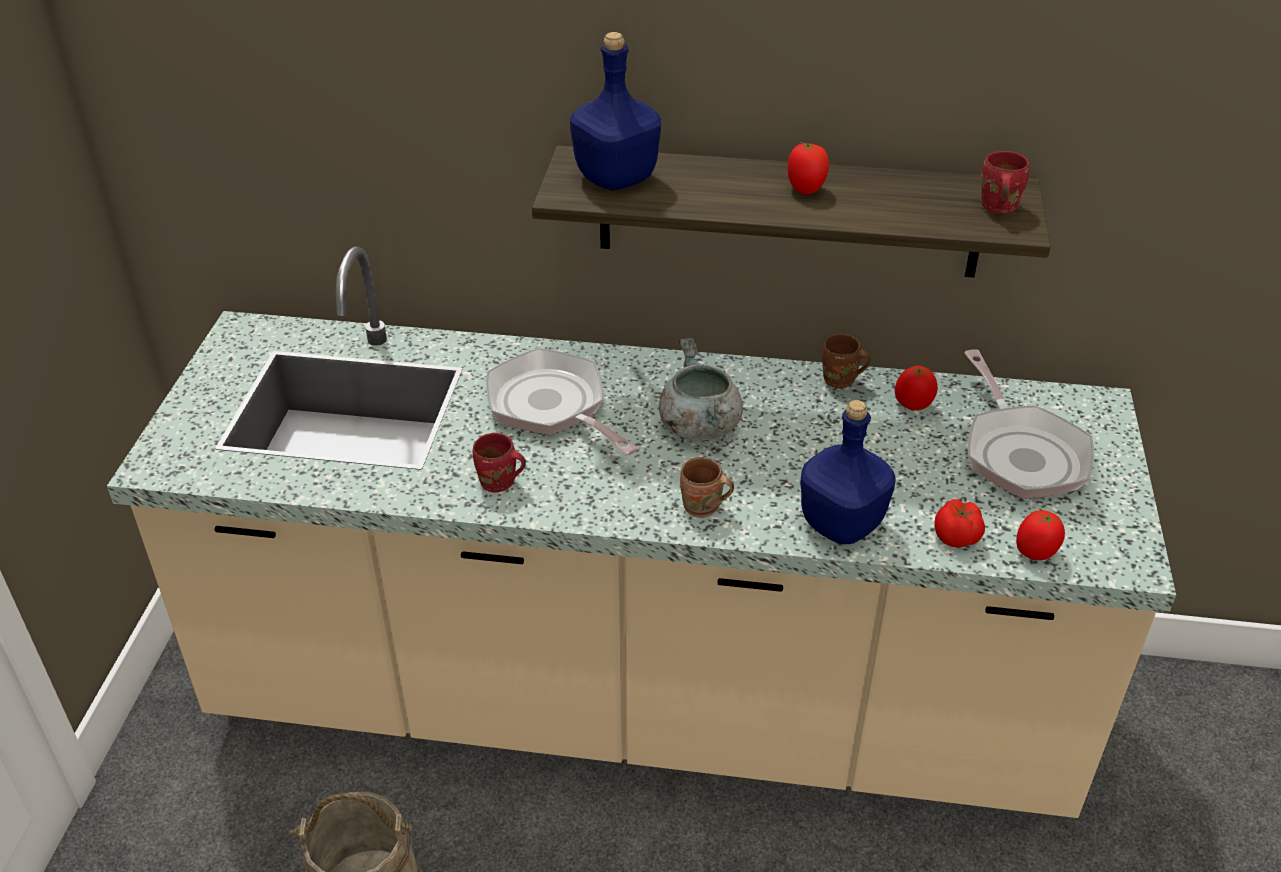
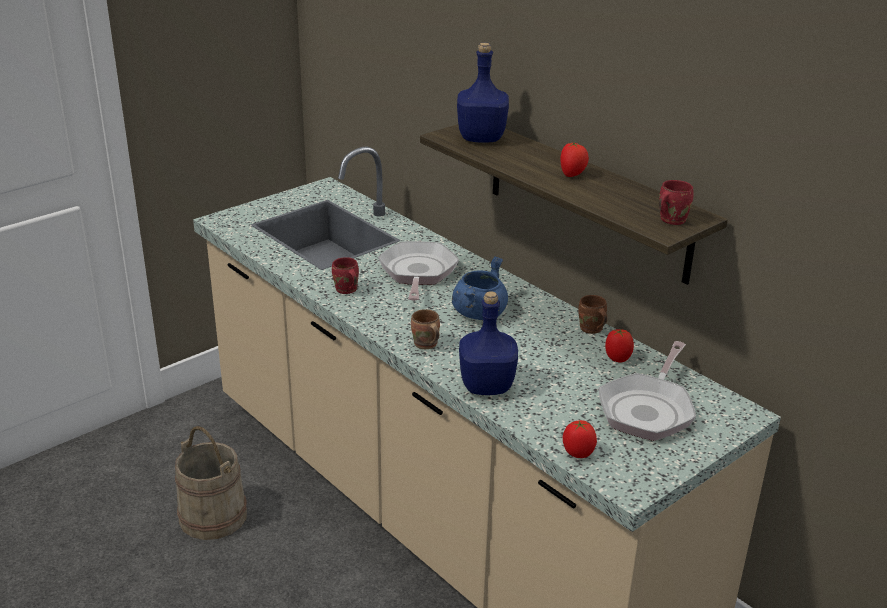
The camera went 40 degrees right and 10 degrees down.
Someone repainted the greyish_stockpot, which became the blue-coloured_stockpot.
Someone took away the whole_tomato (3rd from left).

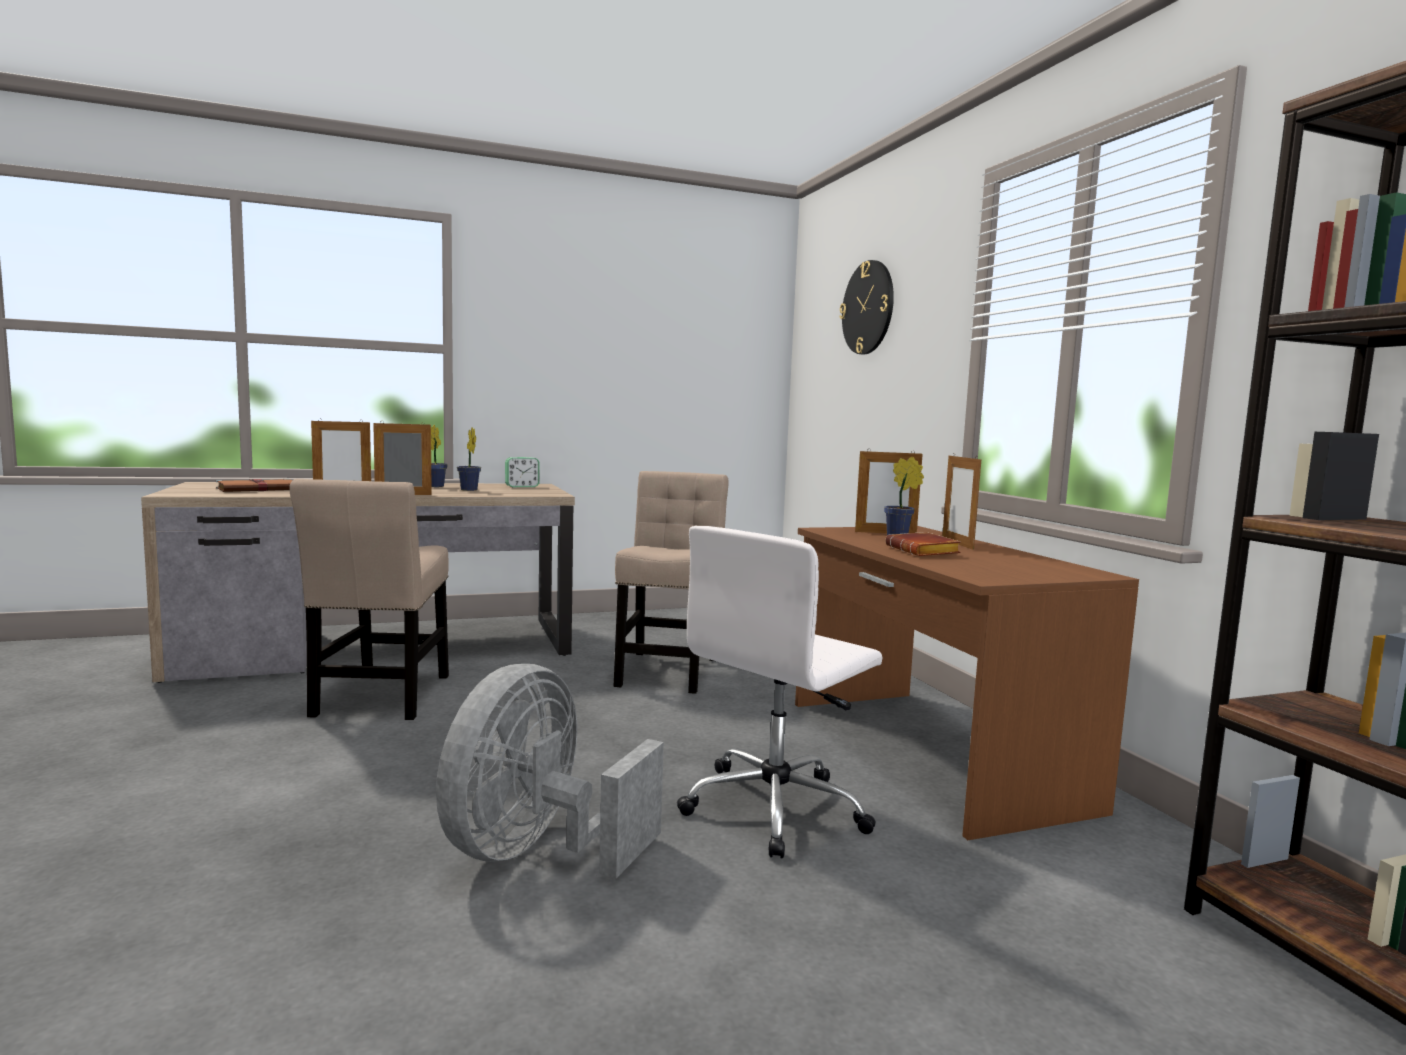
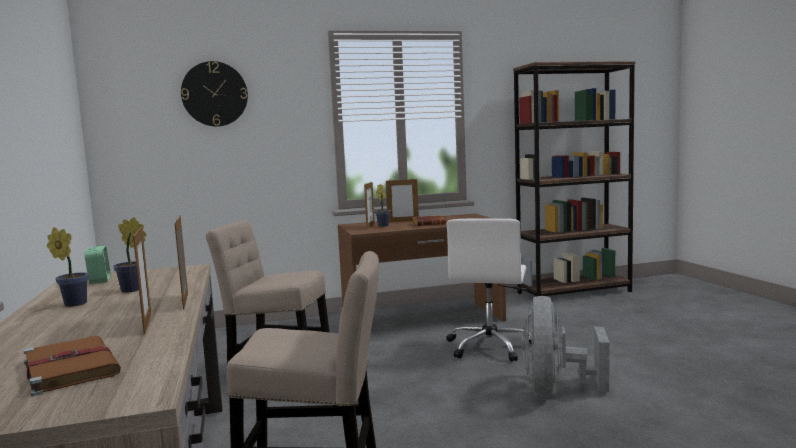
The camera went 85 degrees left and 0 degrees up.
Someone rotated the greyish_fan by 75 degrees clockwise.
Someone rotated the white_desk_chair by 60 degrees clockwise.

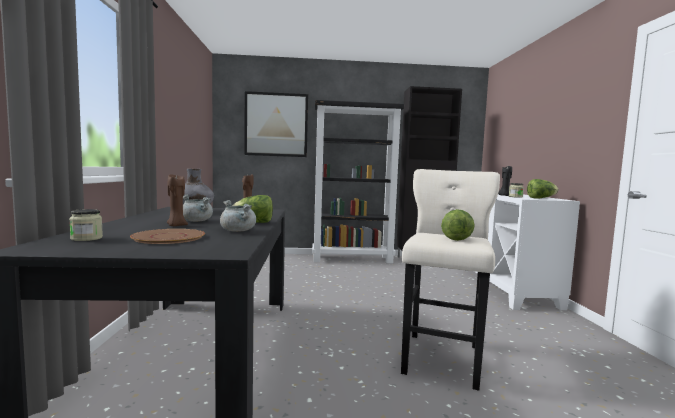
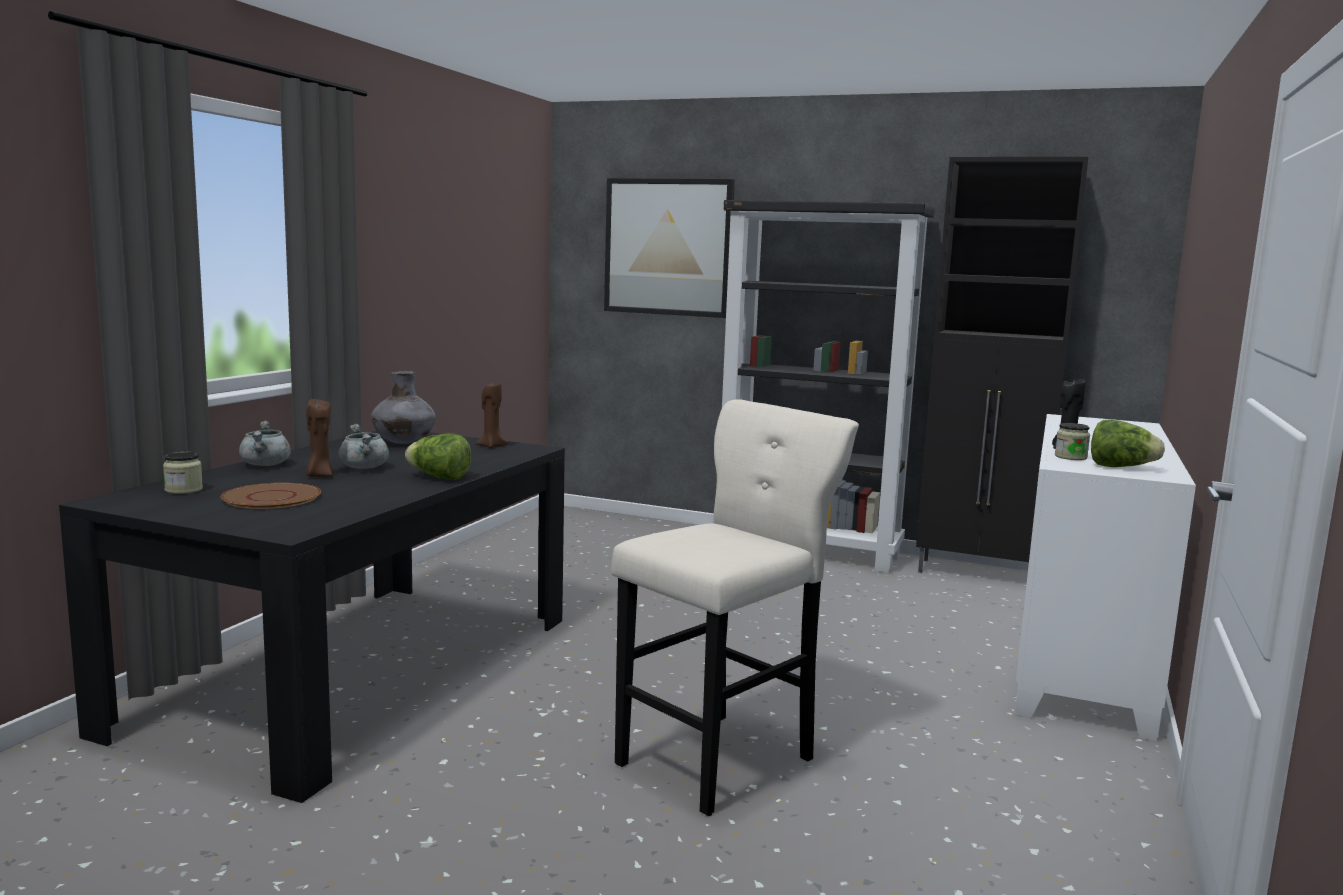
The camera went 25 degrees right and 5 degrees up.
Someone carried the greyish_stockpot (2nd from left in the first image).
Someone took away the lettuce (2nd from left).

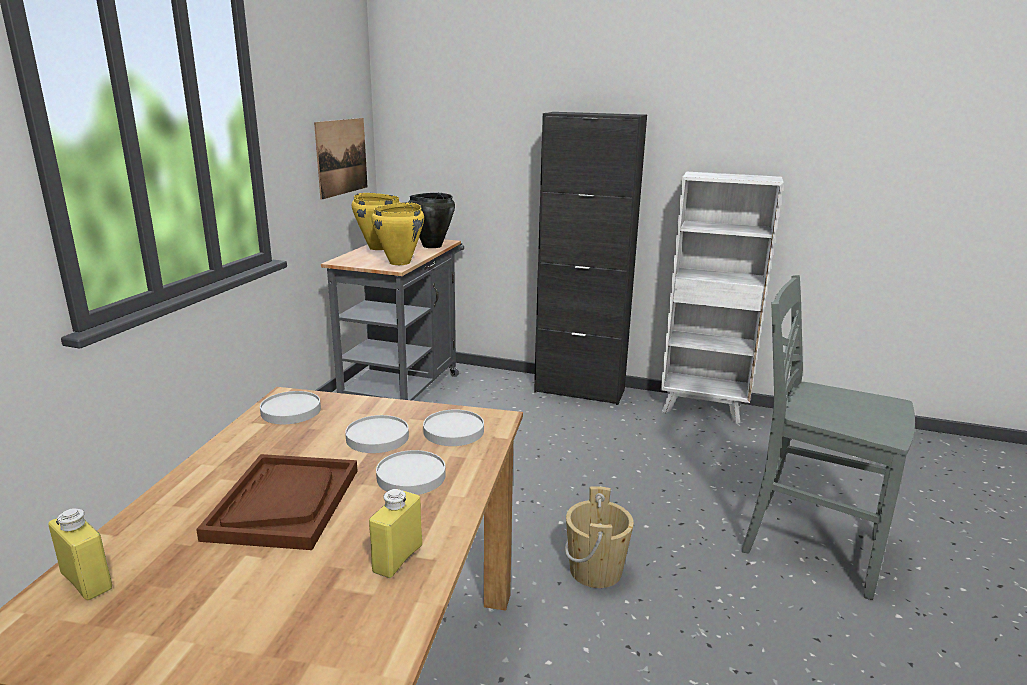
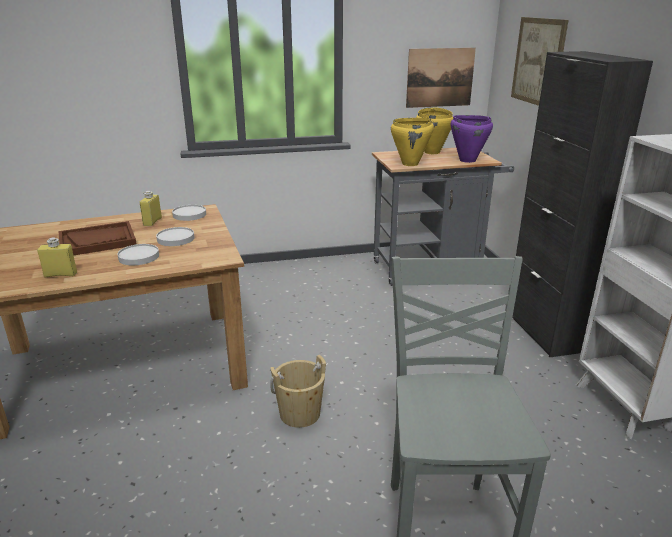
The camera went 60 degrees right and 5 degrees up.
Someone carried the yellow-coloured_drink_bottle (1st from left in the first image).
Someone repainted the blackish_stockpot, which became the purple_stockpot.
Someone took away the white_flat_dish (4th from left).
Someone put up the wall_art (2nd from left).

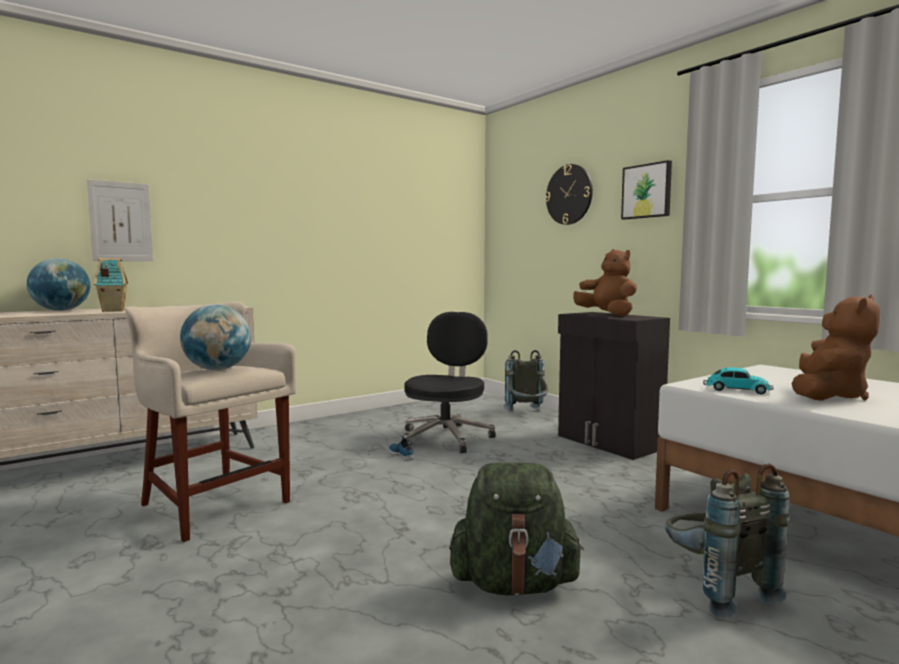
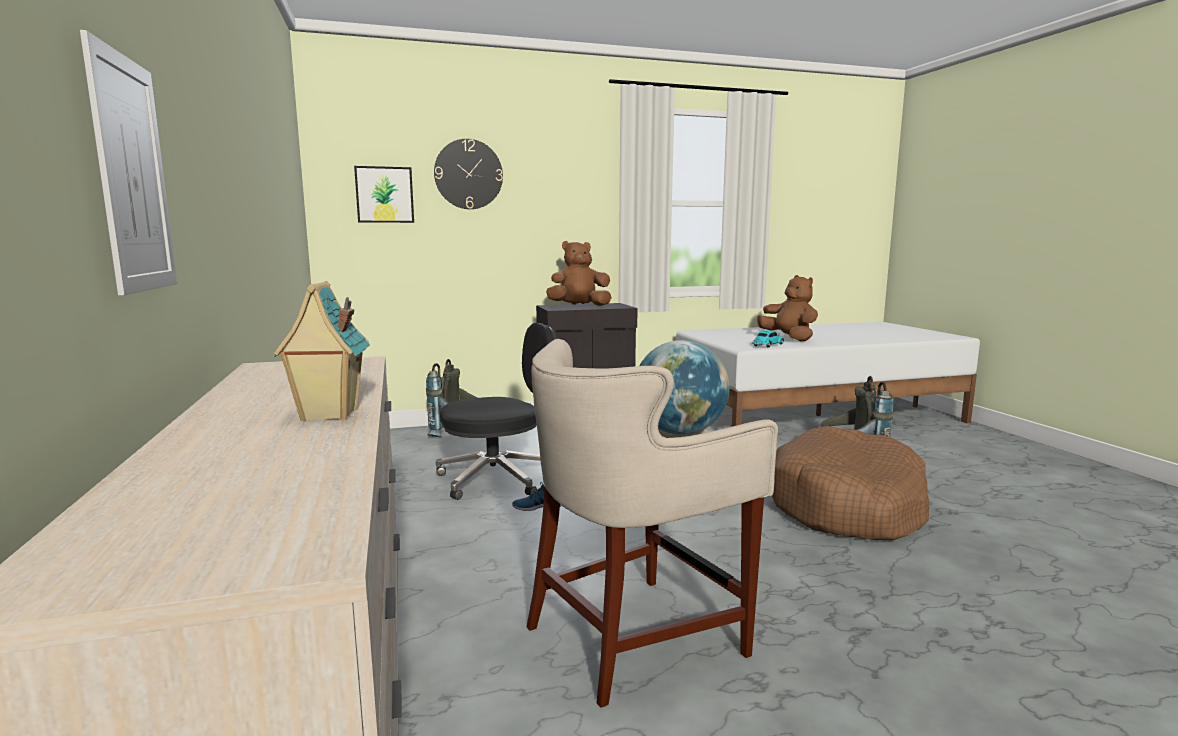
The camera went 70 degrees left and 5 degrees up.
Someone took away the desk_globe (1st from left).
Someone rotated the blackish_desk_chair by 120 degrees clockwise.
Someone swapped the green_backpack for the brown_pet_bed.
Someone carried the wall_art (2nd from left).

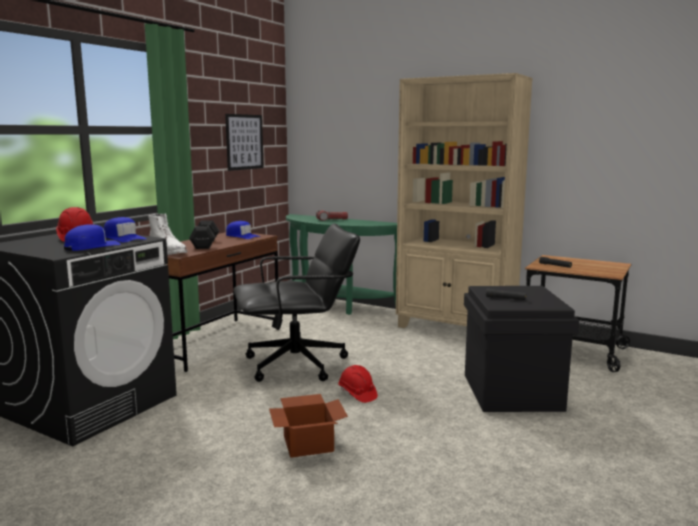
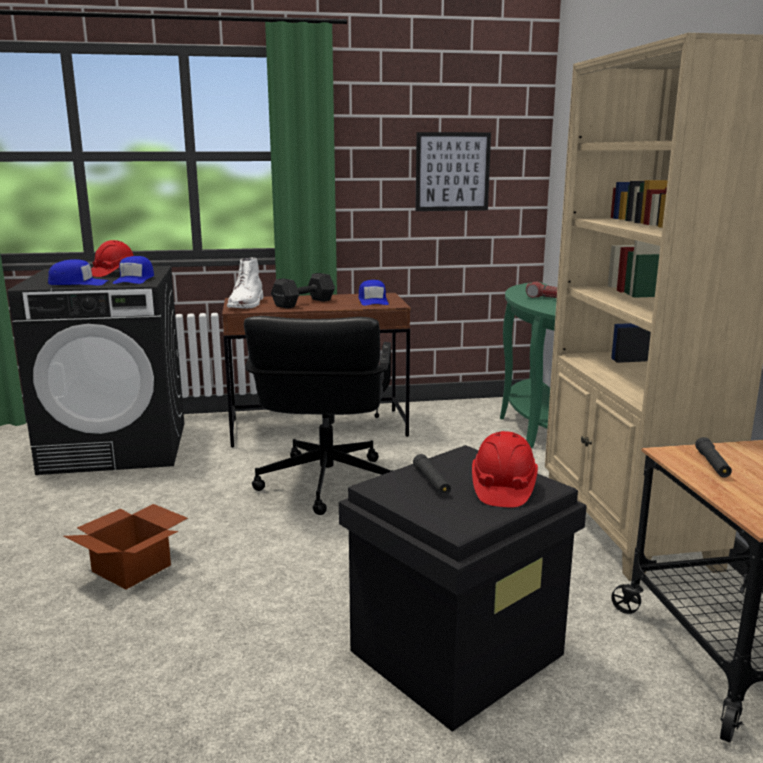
The camera went 50 degrees right and 5 degrees up.
Someone rotated the blackish_desk_chair by 60 degrees clockwise.
Someone carried the red_hard_hat (2nd from left).

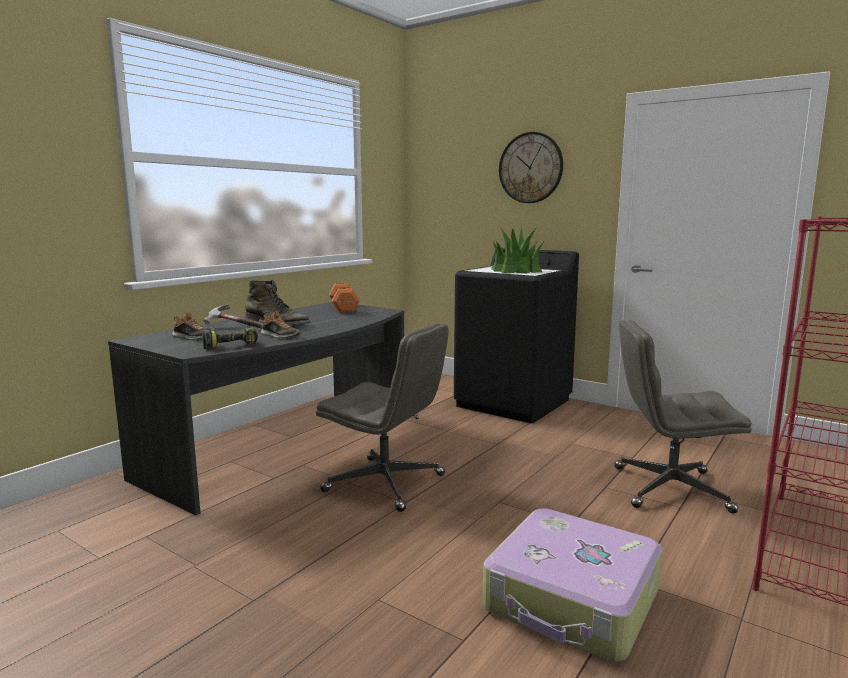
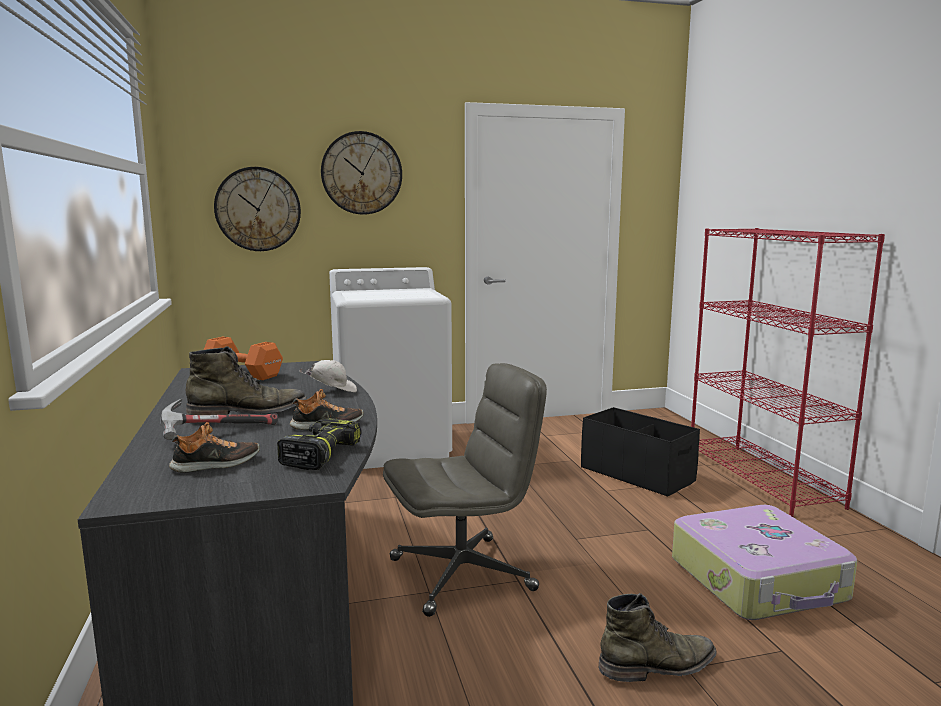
The camera went 50 degrees left and 0 degrees up.
Someone repainted the blackish_laundry_appliance, which became the white_laundry_appliance.
Someone took away the plant_in_a_pot.
Someone swapped the greyish_desk_chair (2nd from left) for the blackish_storage_container.
Someone put up the clock_on_the_wall (1st from left).
Someone put down the white_baseball_cap.
Someone put down the green_high-top_boot (2nd from left).

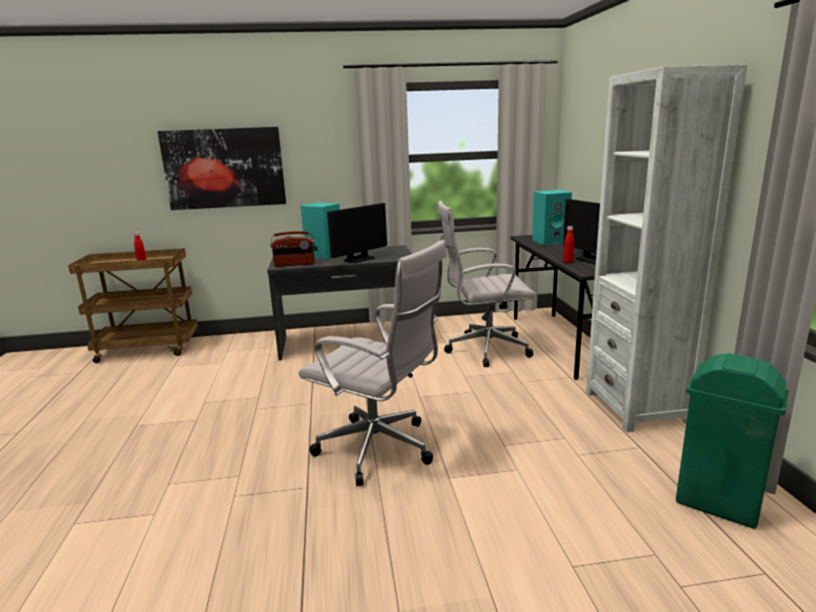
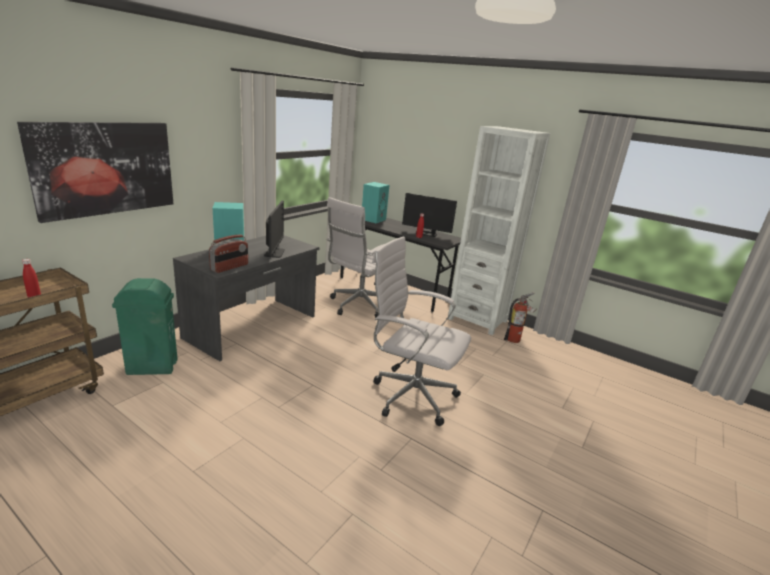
The camera went 50 degrees left and 5 degrees up.
Someone rotated the white_desk_chair (1st from left in the first image) by 135 degrees counterclockwise.
Someone carried the green_trash_can.
Someone put down the fire_extinguisher.

